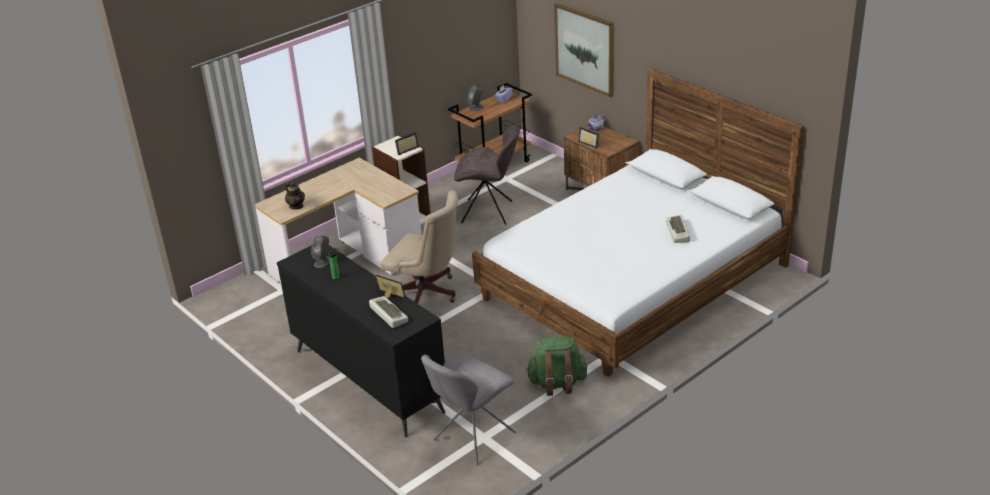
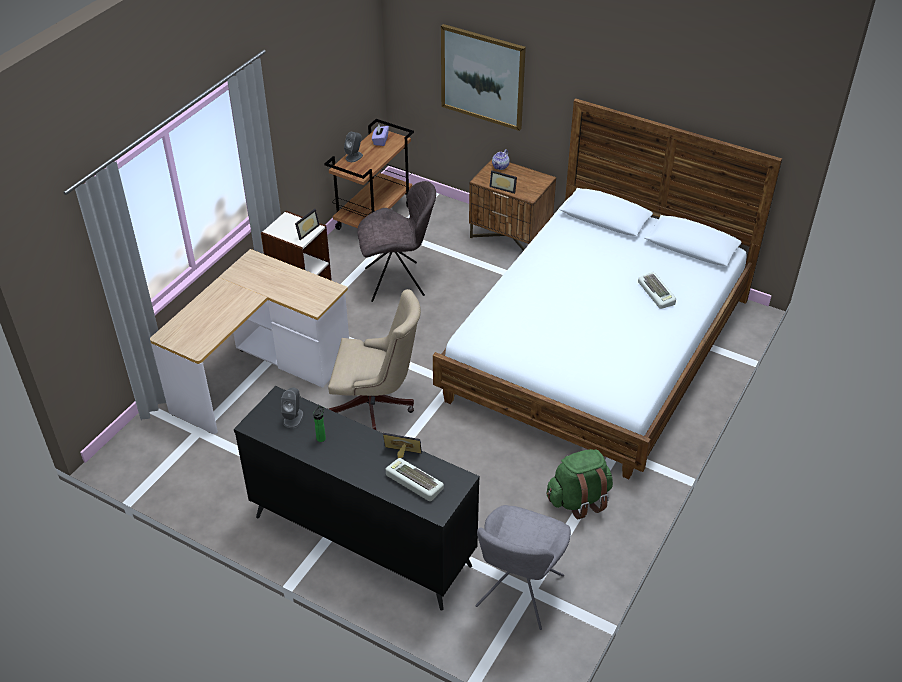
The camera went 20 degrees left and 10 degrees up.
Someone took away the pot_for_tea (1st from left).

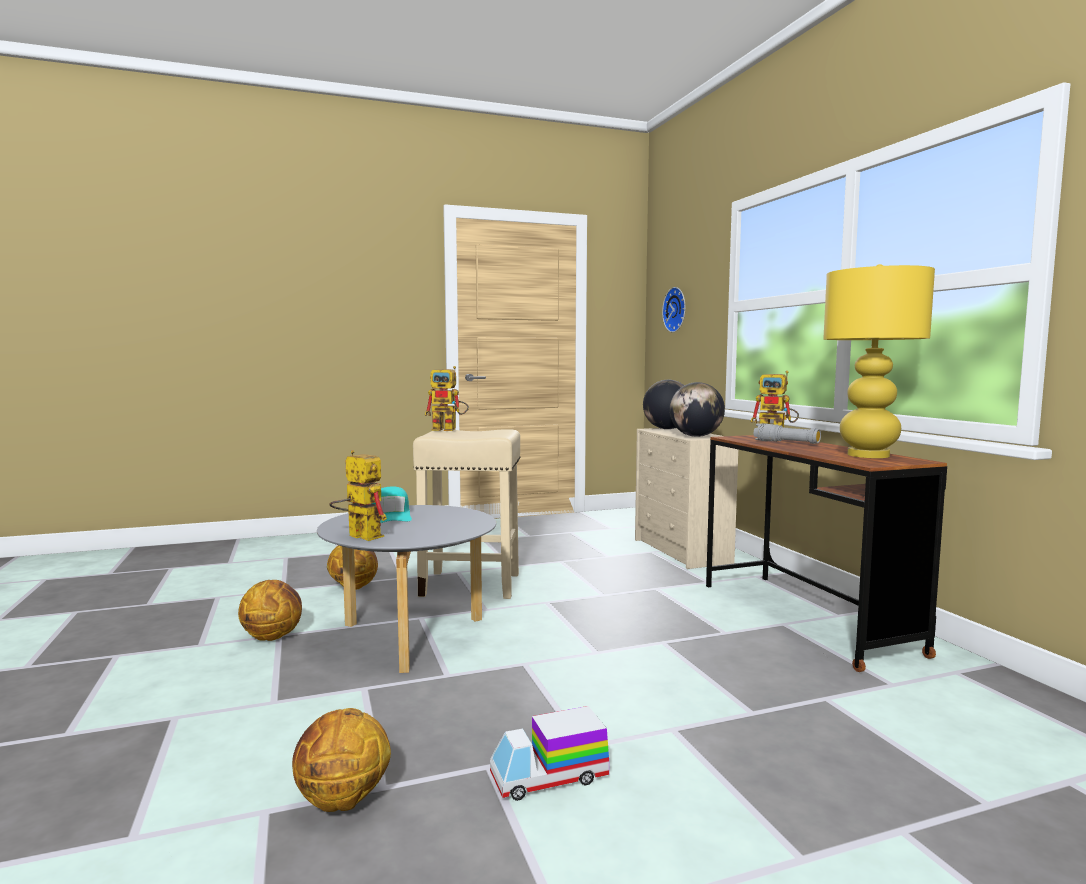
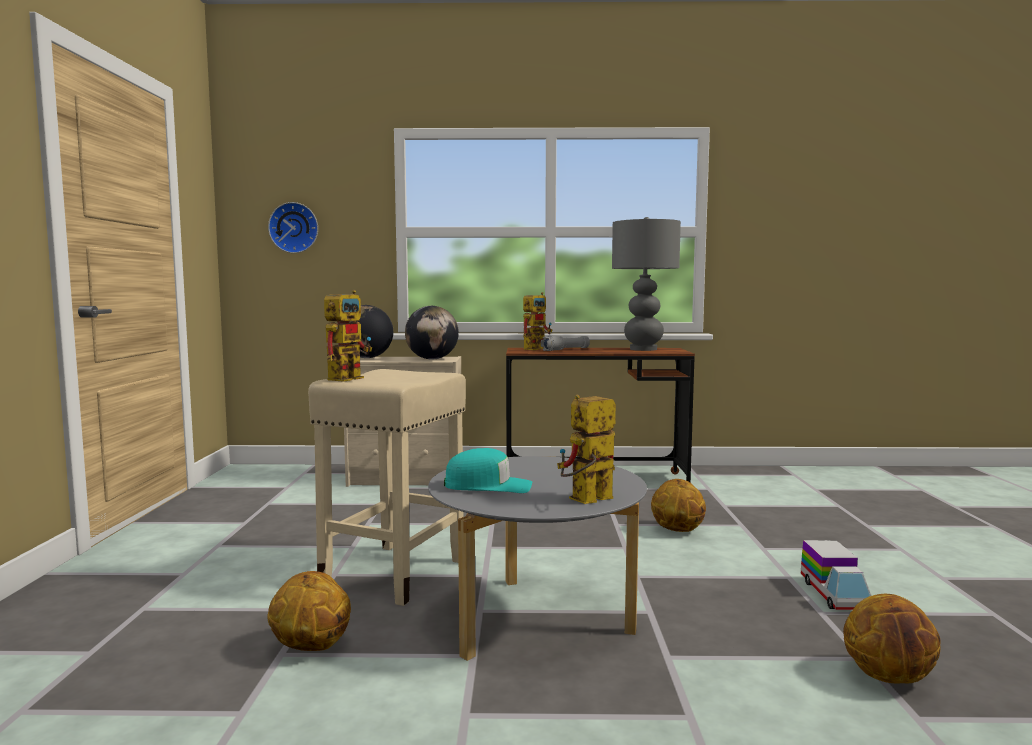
The camera went 70 degrees left and 0 degrees up.
Someone carried the basketball_ball (1st from left in the first image).
Someone repainted the yellow-coloured_table_lamp, which became the greyish_table_lamp.

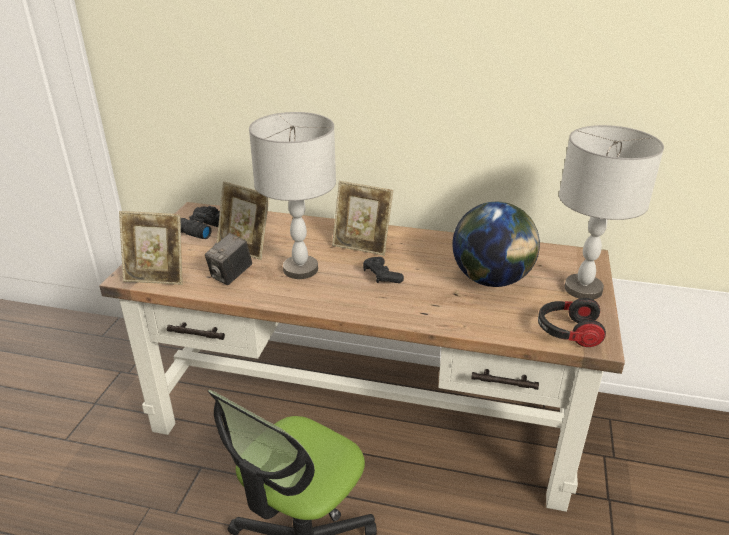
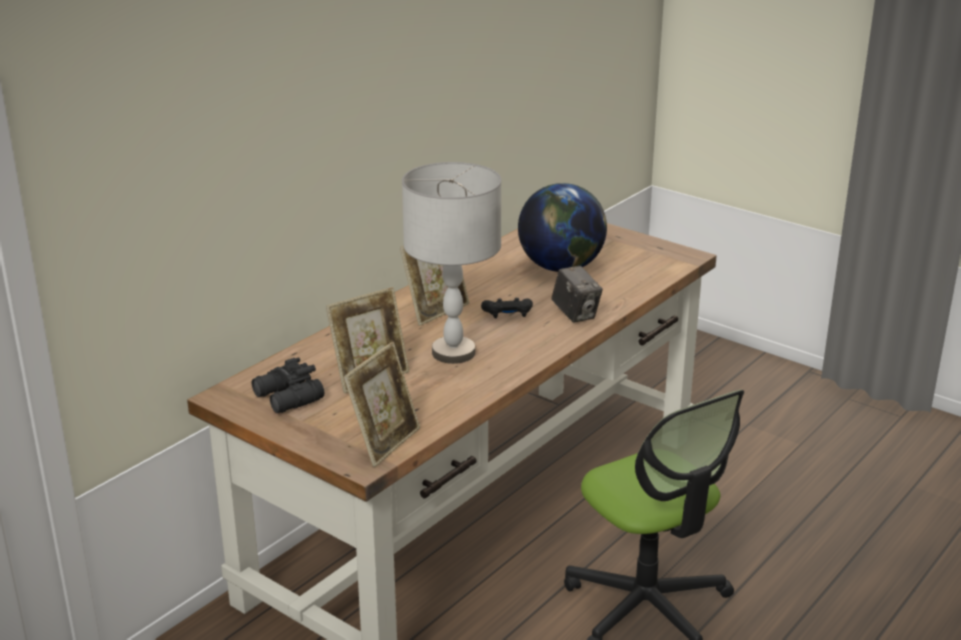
The camera went 65 degrees left and 5 degrees down.
Someone carried the photo_camera.
Someone took away the headset.
Someone took away the greyish_table_lamp (2nd from left).

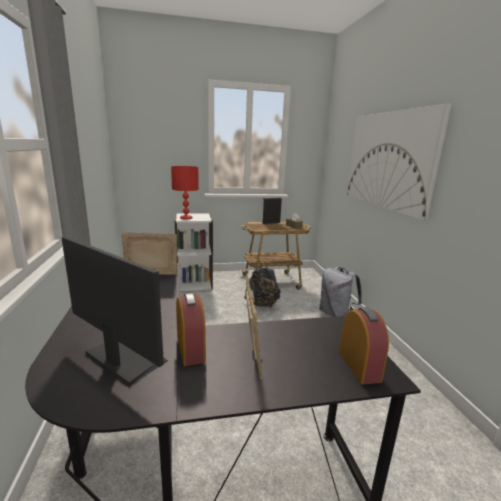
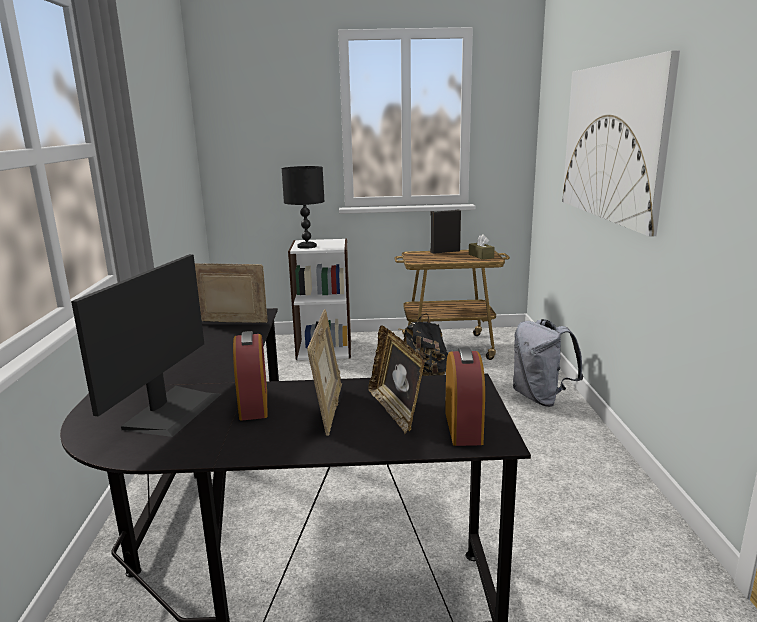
The camera went 10 degrees right and 0 degrees up.
Someone rotated the computer_display by 60 degrees clockwise.
Someone repainted the red_table_lamp, which became the blackish_table_lamp.
Someone put down the standing_frame (3rd from left).

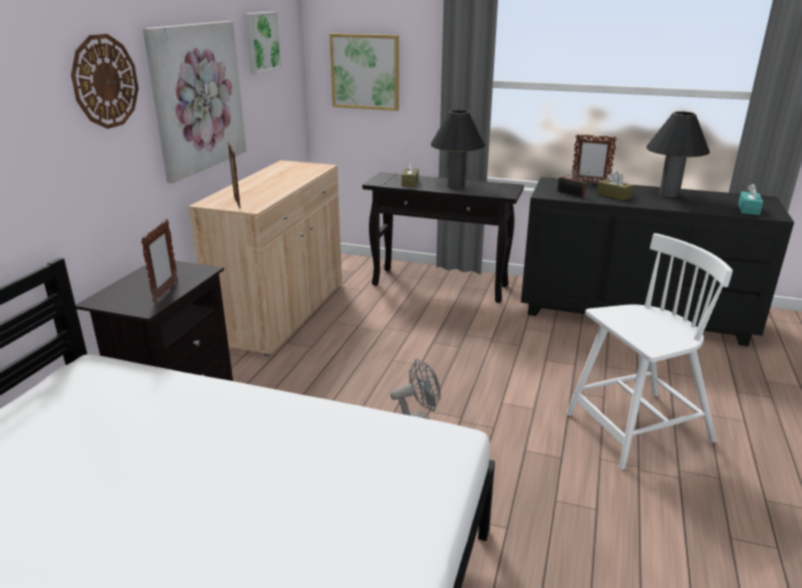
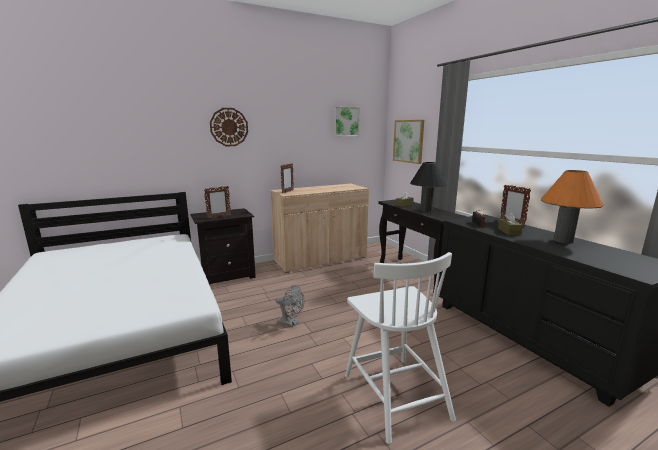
The camera went 45 degrees right and 10 degrees down.
Someone took away the wall_art (1st from left).
Someone rotated the white_upright_chair by 45 degrees clockwise.
Someone repainted the blackish_table_lamp (2nd from left), which became the orange-coloured_table_lamp.
Someone took away the blue-green_box_of_tissues.

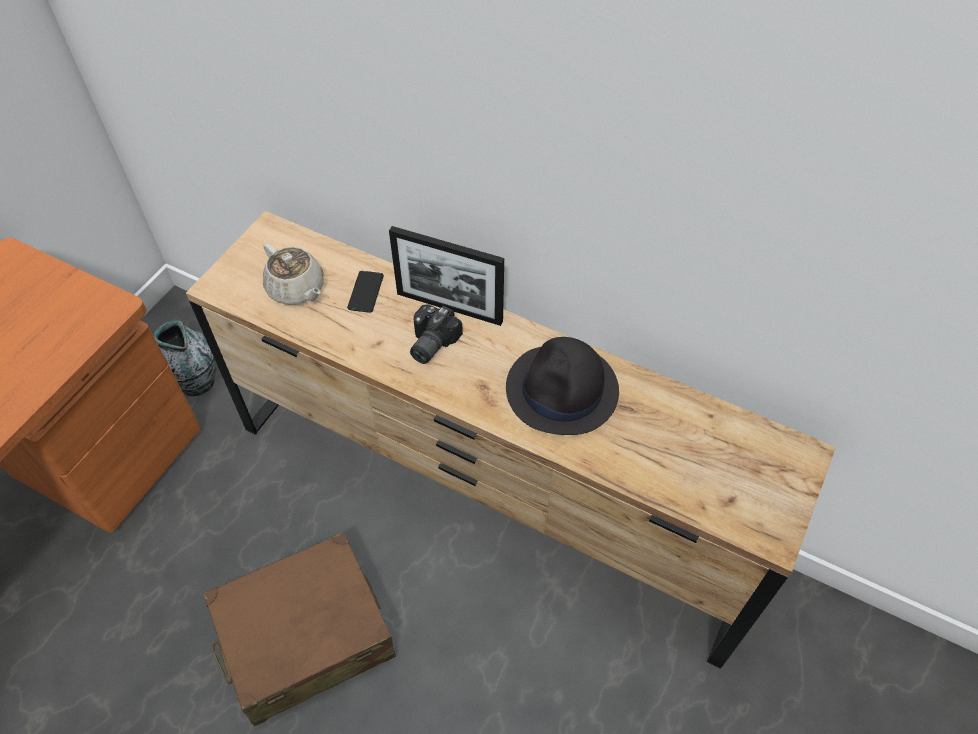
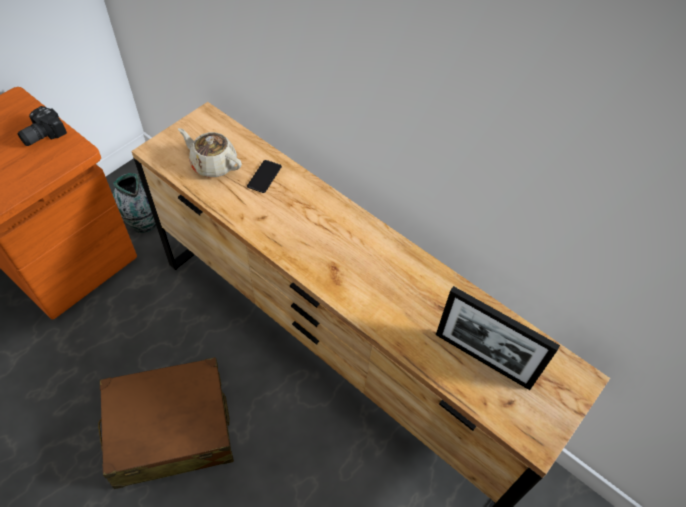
The camera went 10 degrees right and 0 degrees up.
Someone rotated the beige_pot_for_tea by 150 degrees clockwise.
Someone carried the standing_frame.
Someone carried the photo_camera.
Someone took away the blackish_clothing_hat.

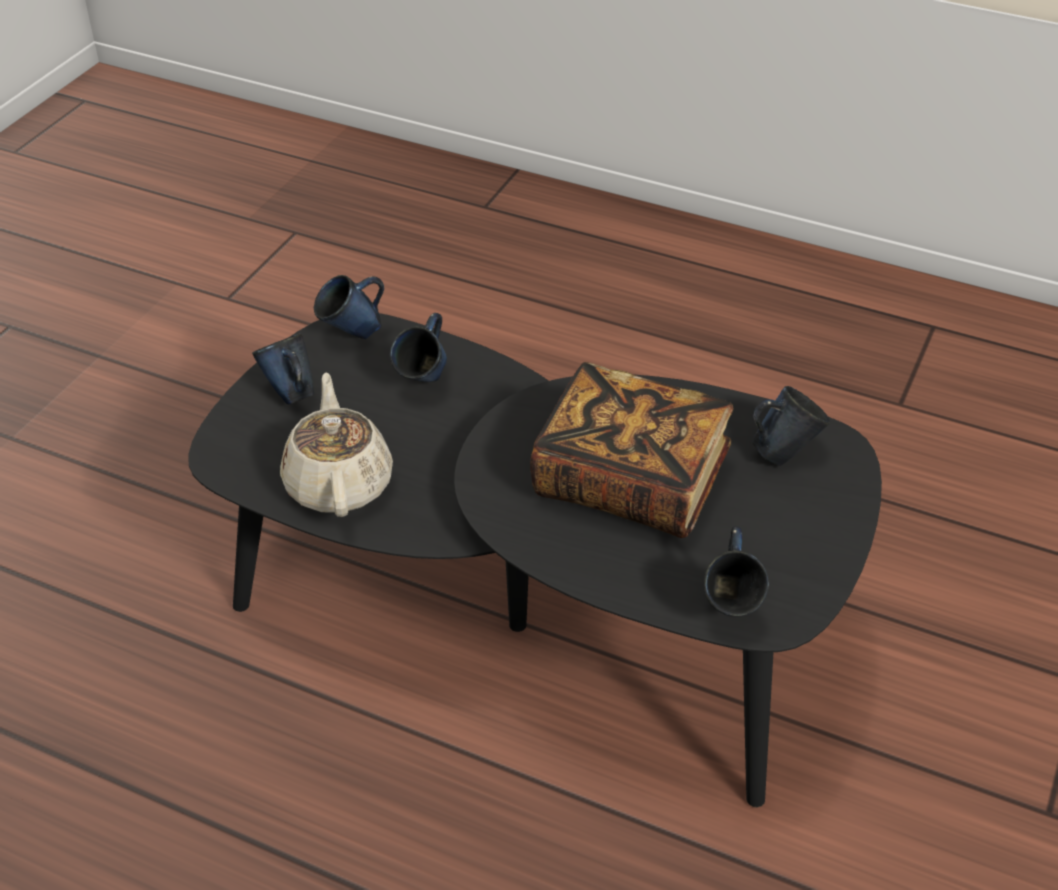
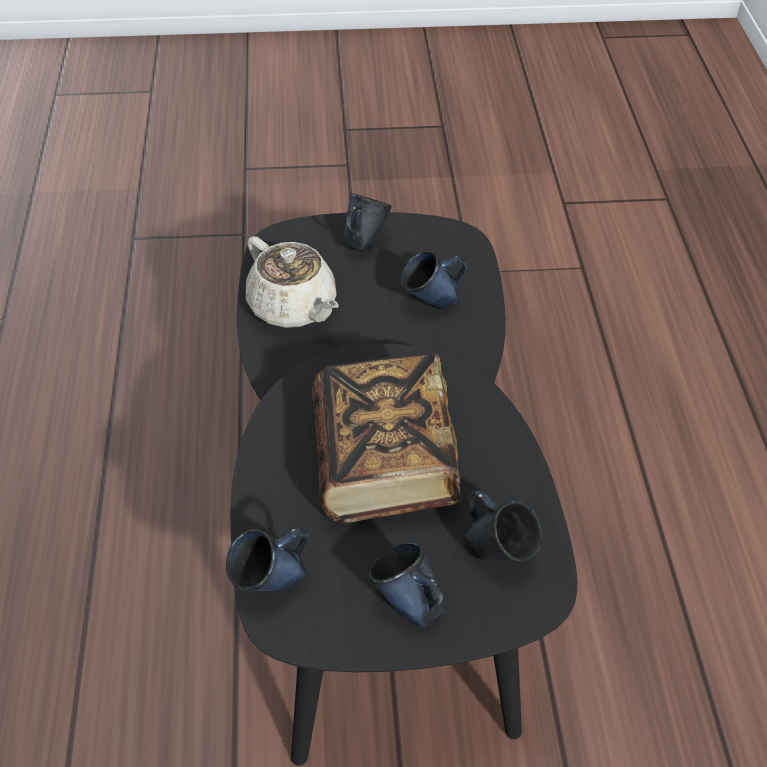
The camera went 60 degrees right and 5 degrees up.
Someone rotated the beige_pot_for_tea by 90 degrees clockwise.
Someone carried the blue-coloured_tea_mug (2nd from left in the first image).

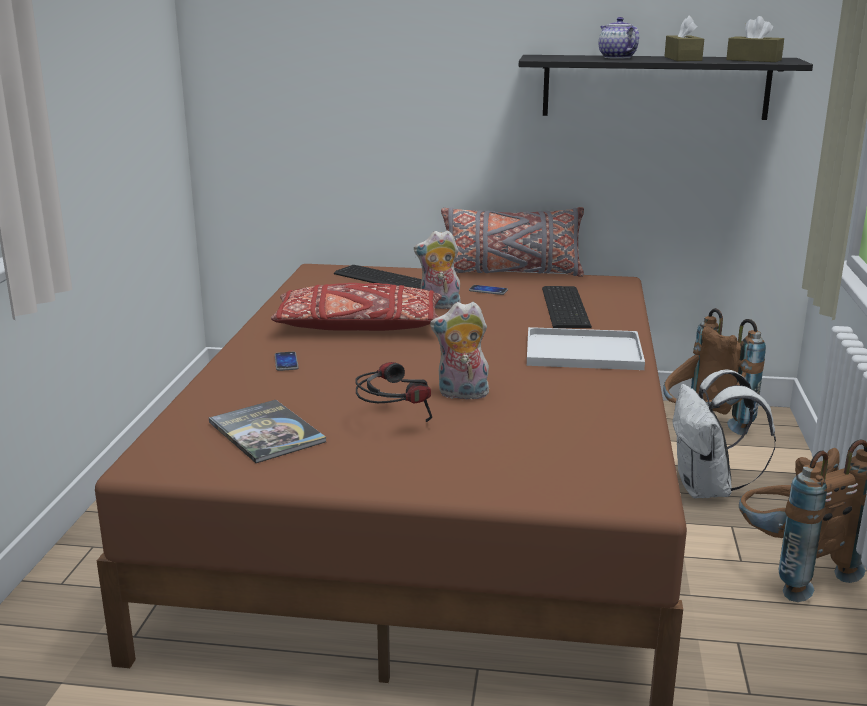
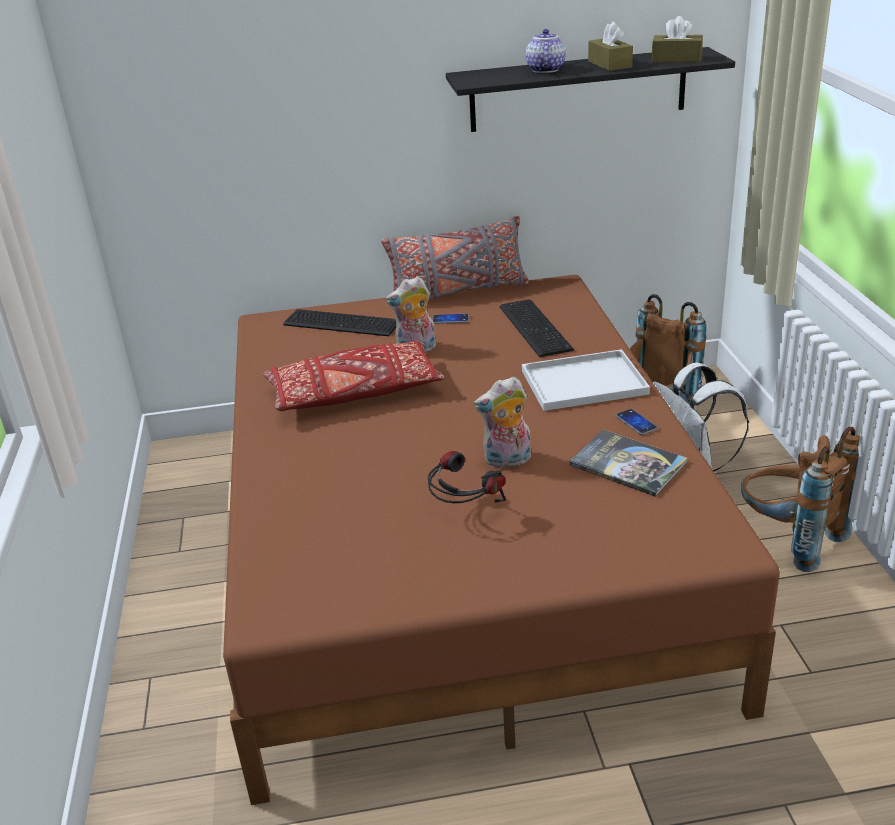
The camera went 15 degrees left and 10 degrees up.
Someone carried the book.
Someone carried the phone (1st from left in the first image).
Someone rotated the pot_for_tea by 45 degrees clockwise.

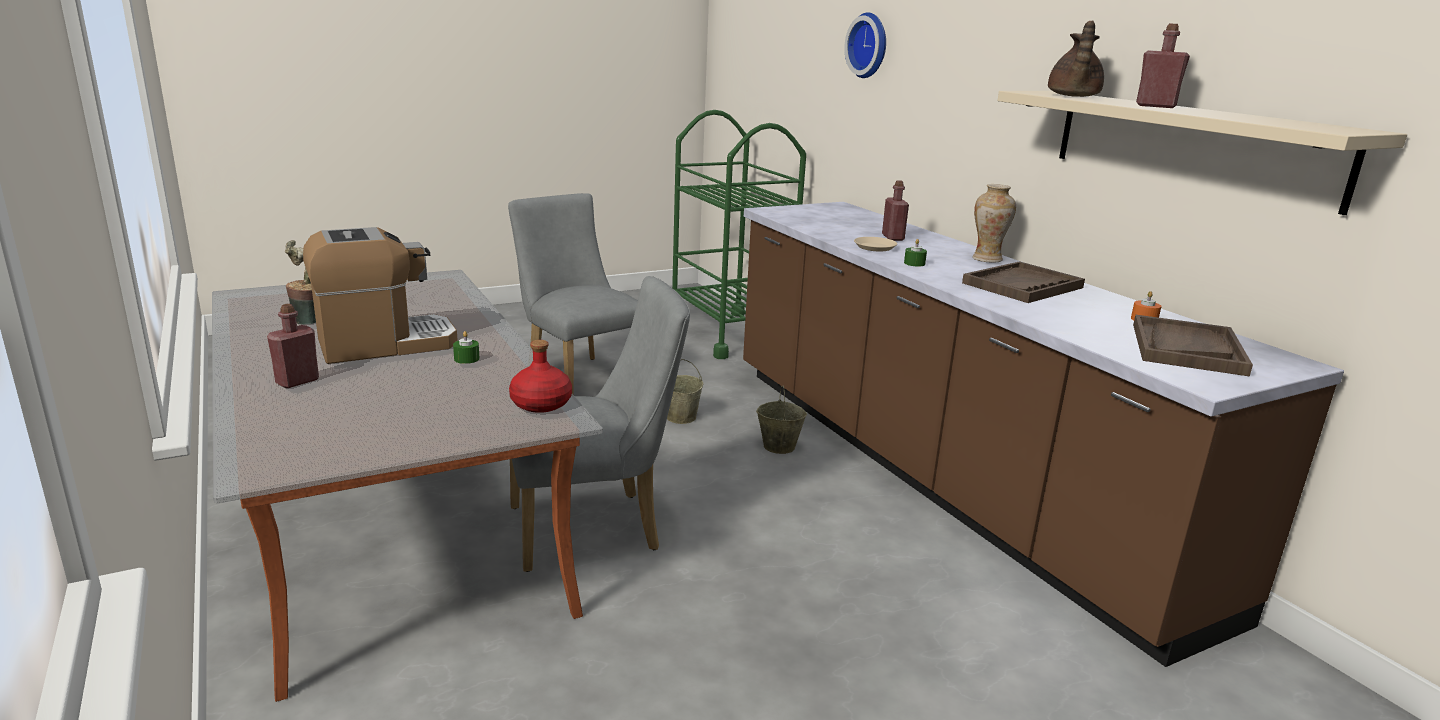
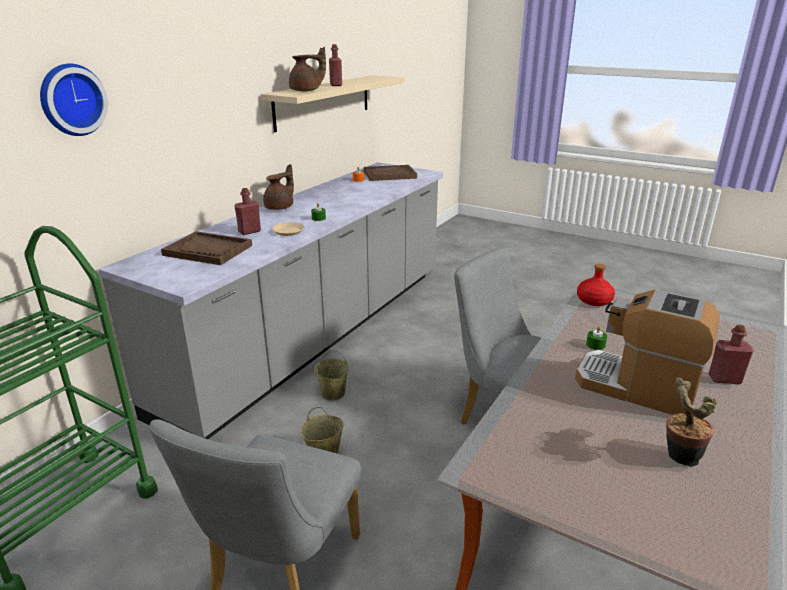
The camera went 120 degrees left and 5 degrees up.
Someone repainted the brown_counter, which became the greyish_counter.
Someone carried the brown_tray (1st from left).
Someone swapped the vase for the brown_pot_for_tea (1st from left).

